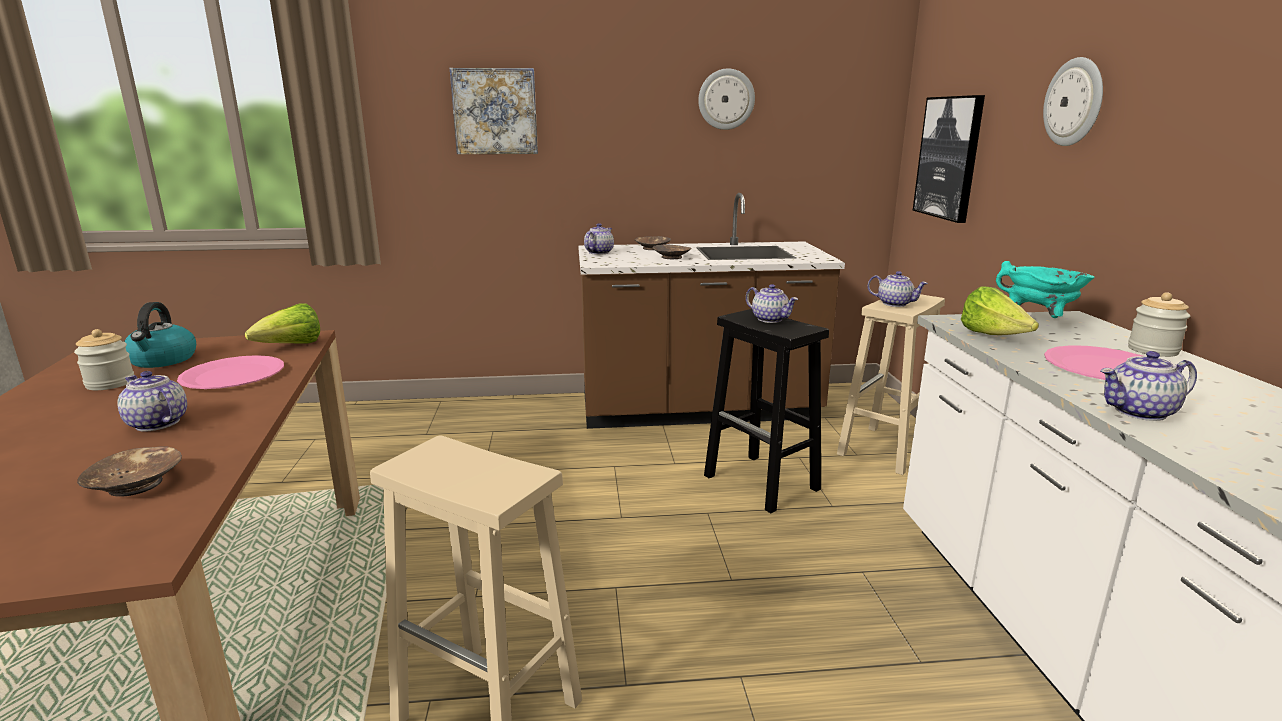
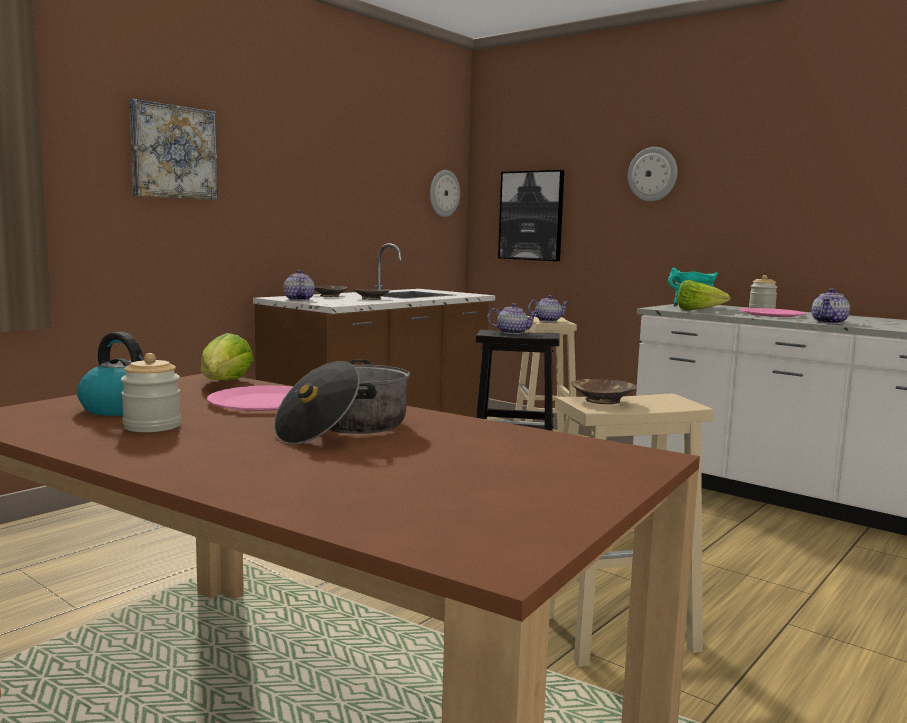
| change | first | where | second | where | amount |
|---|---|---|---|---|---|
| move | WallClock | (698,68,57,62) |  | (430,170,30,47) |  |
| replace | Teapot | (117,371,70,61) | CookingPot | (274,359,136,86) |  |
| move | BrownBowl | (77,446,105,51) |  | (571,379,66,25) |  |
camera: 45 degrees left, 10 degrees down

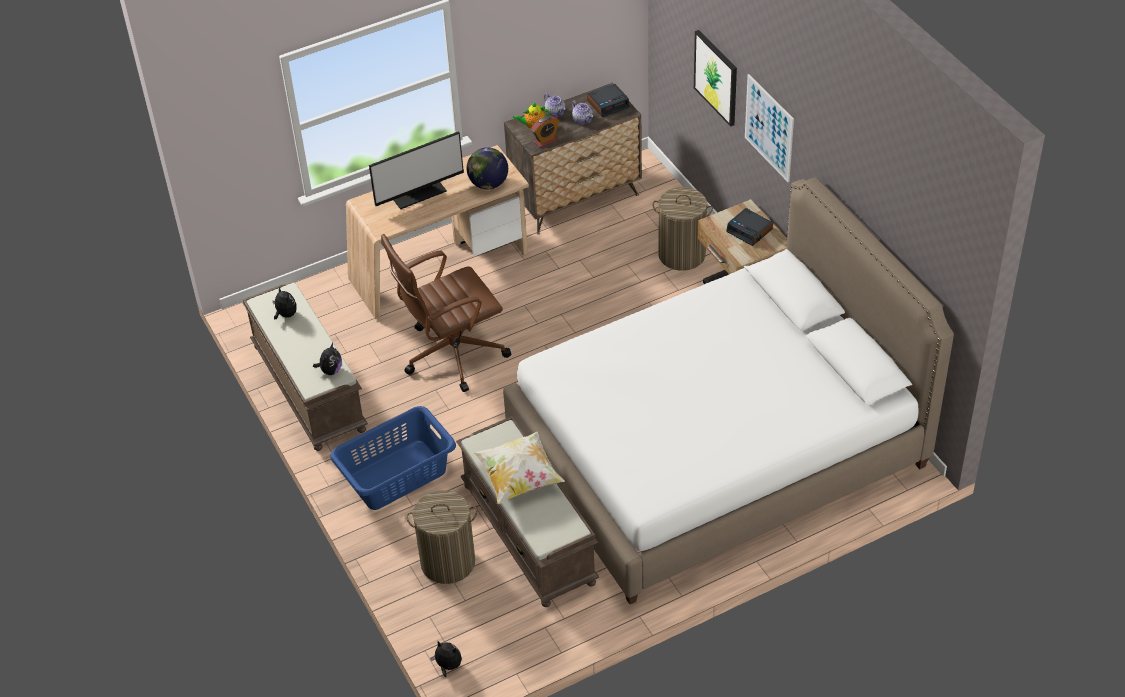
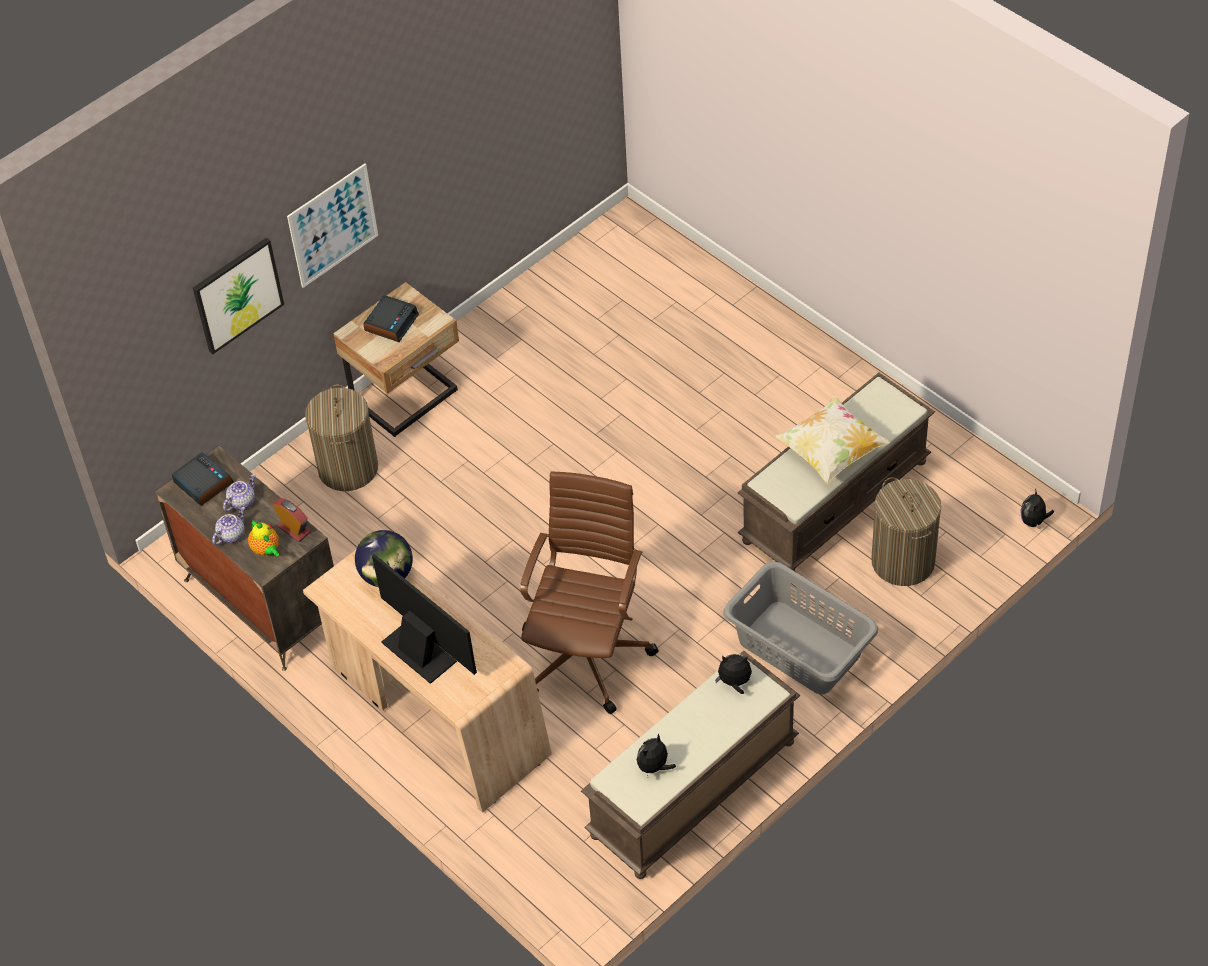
| change | first | where | second | where | amount |
|---|---|---|---|---|---|
| delete | WhiteBed | (503,177,451,428) |  |  |  |
| rotate | BrownOfficeChair | (381,234,130,158) |  | (520,471,139,243) | 120 degrees counterclockwise |
| recolor | BlueLaundryBasket | (330,406,126,104) | GreyLaundryBasket | (723,561,155,134) |  |
camera: 105 degrees left, 5 degrees up

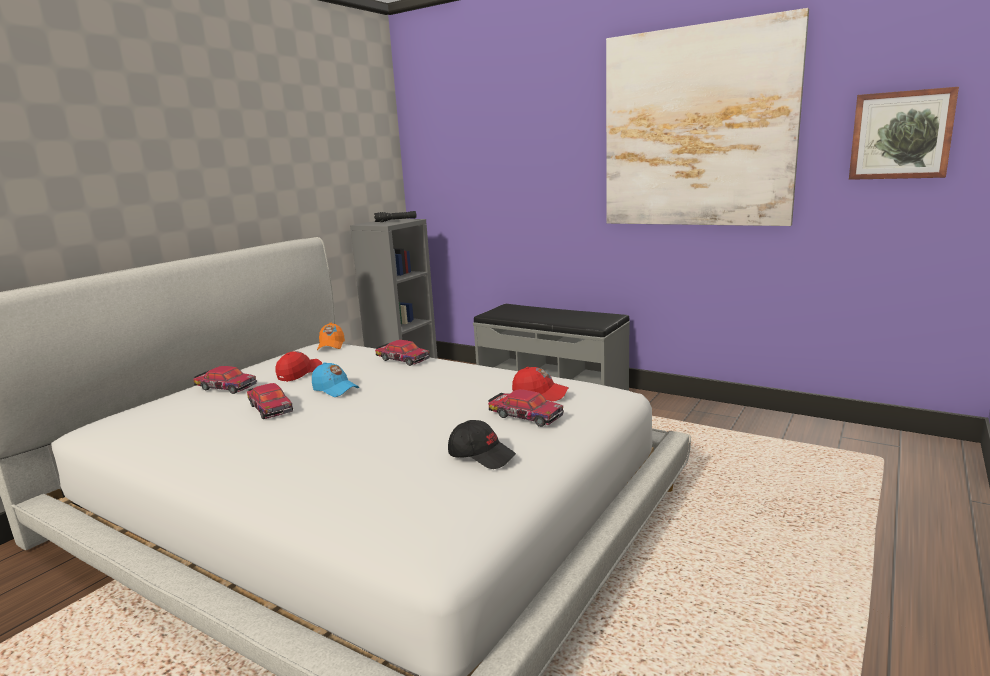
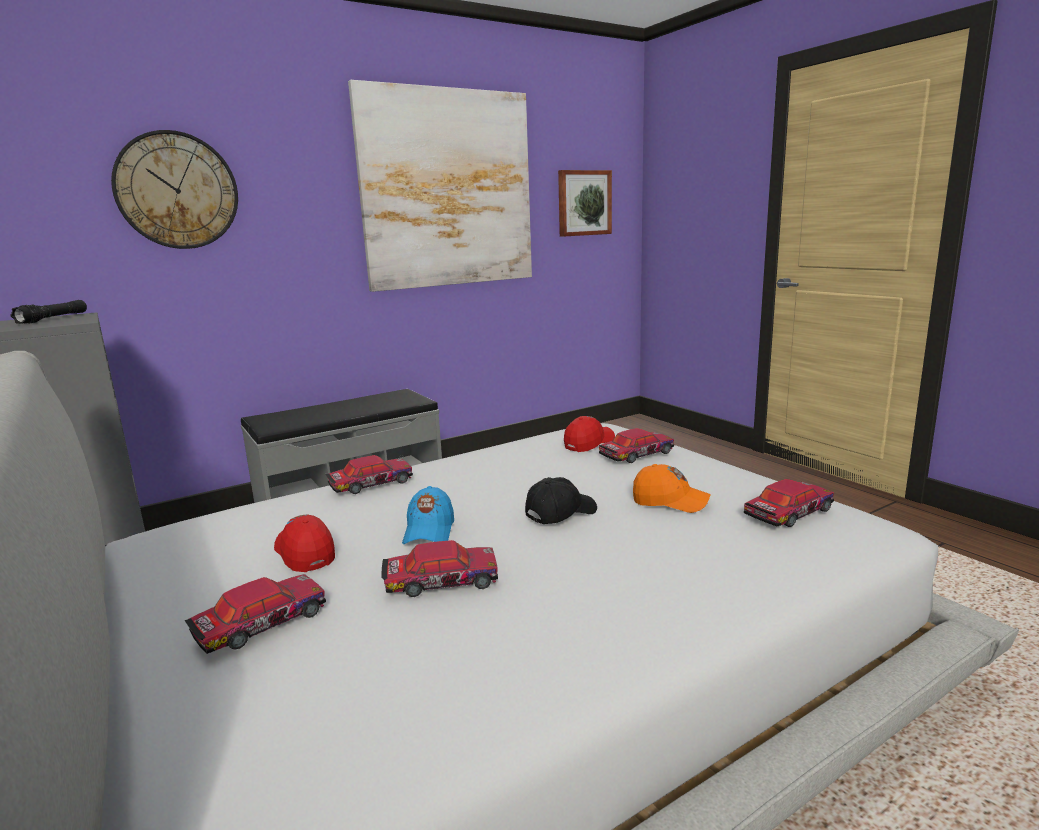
| change | first | where | second | where | amount |
|---|---|---|---|---|---|
| move | OrangeCap | (317,323,28,27) |  | (633,464,78,49) |  |
| rotate | BlueCap | (312,362,47,35) |  | (402,486,52,58) | 120 degrees clockwise |
| move | BlackCap | (448,420,68,49) |  | (525,477,72,47) |  |
| insert |  |  | WallClock | (111,130,127,119) |  |
| insert |  |  | ToyCar | (744,479,90,48) |  |
camera: 65 degrees left, 0 degrees up

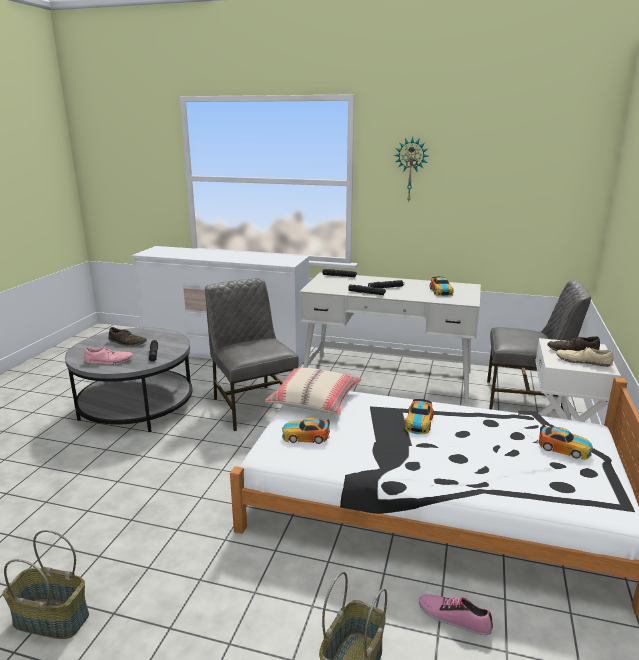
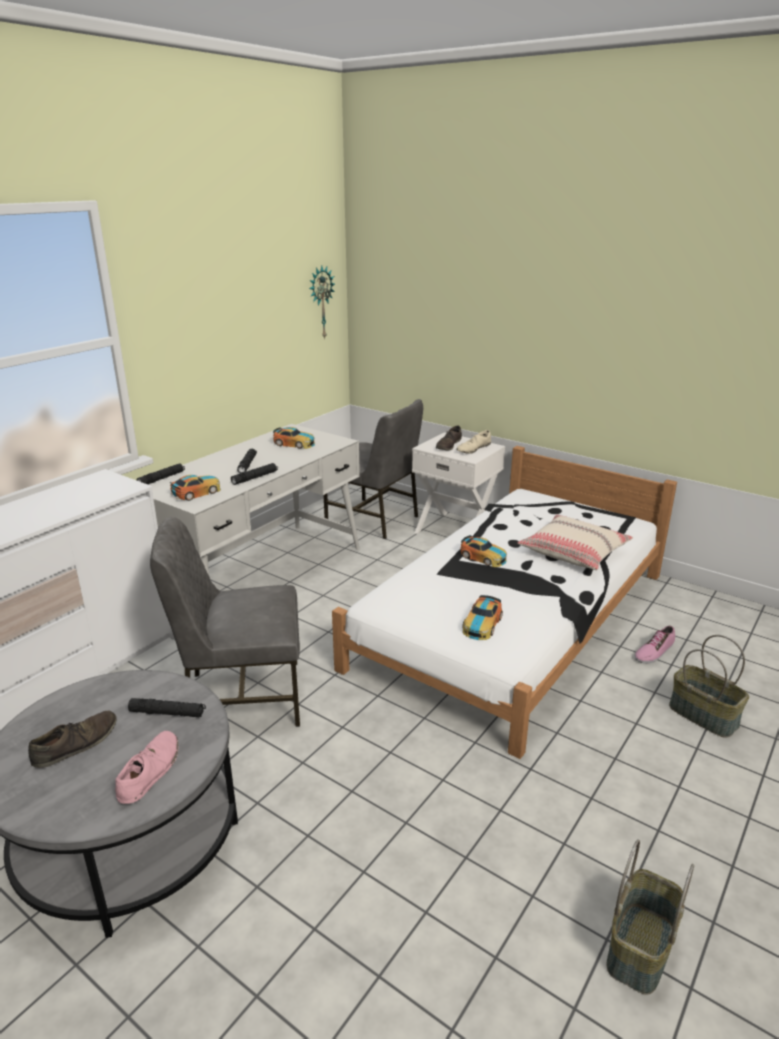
| change | first | where | second | where | amount |
|---|---|---|---|---|---|
| move | WallClock | (394,137,35,64) |  | (309,266,26,74) |  |
| rotate | GreyChair | (487,280,104,131) |  | (324,399,99,140) | 90 degrees clockwise |
| move | BeigePillow | (265,368,97,47) |  | (518,515,115,55) |  |
| move | ToyCar | (537,425,56,35) |  | (170,475,51,26) |  |
camera: 70 degrees left, 5 degrees up

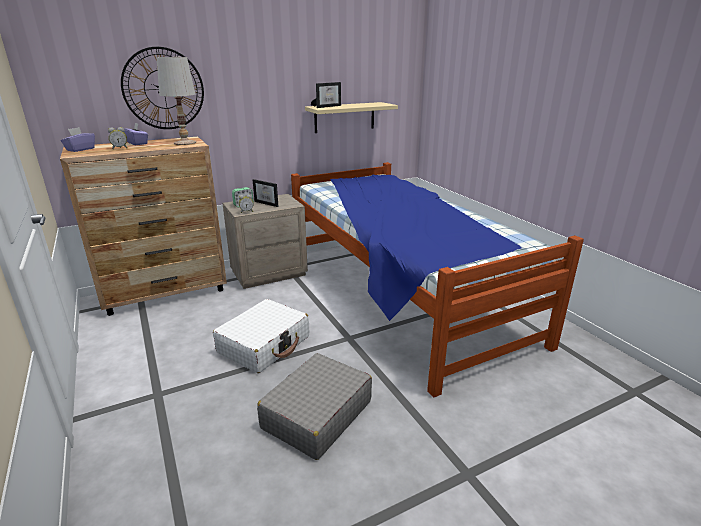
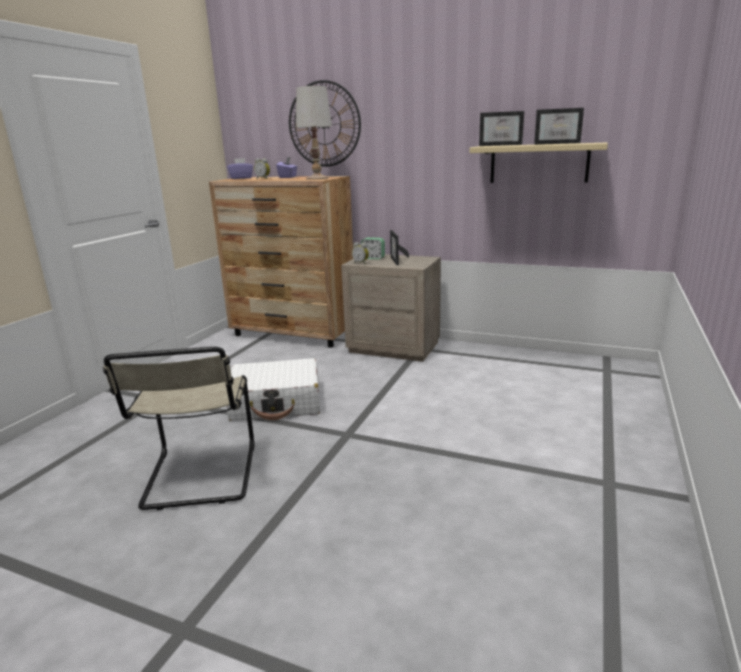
| change | first | where | second | where | amount |
|---|---|---|---|---|---|
| delete | Bed | (291,162,293,236) |  |  |  |
| replace | GreySuitcase | (257,353,115,107) | BeigeChair | (103,347,152,163) |  |
| insert |  |  | PictureFrame | (534,108,50,37) |  |
camera: 50 degrees right, 5 degrees down

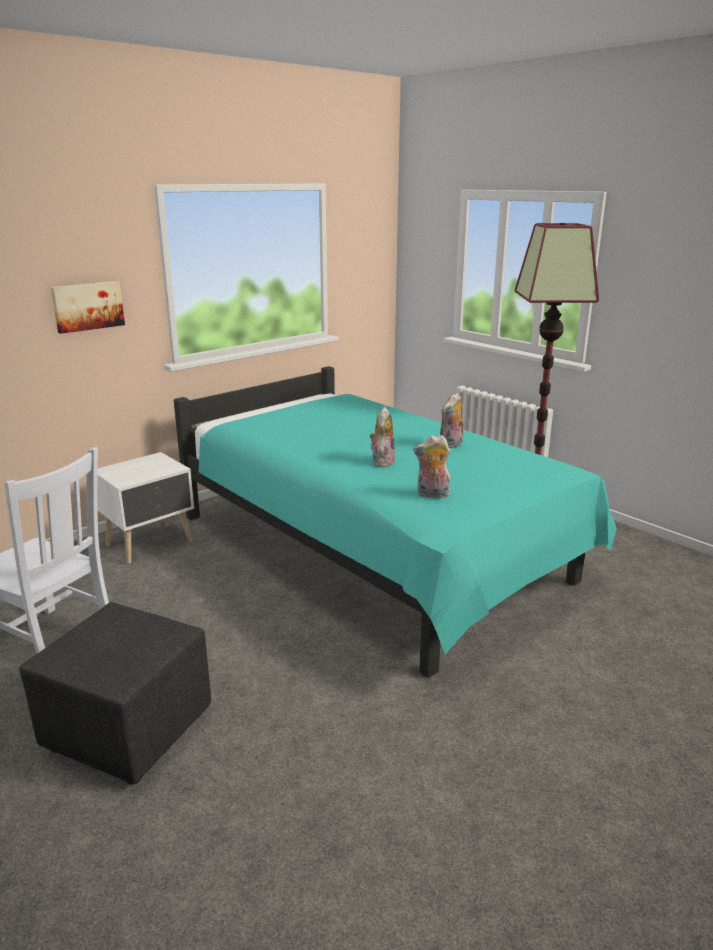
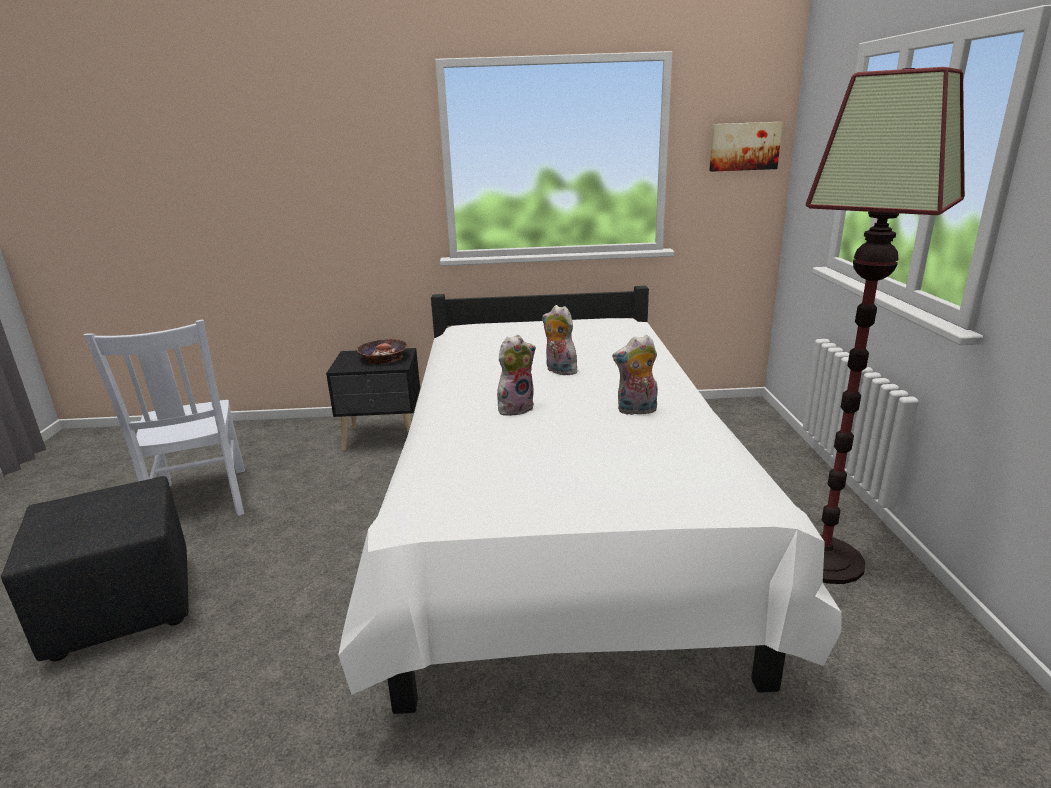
| change | first | where | second | where | amount |
|---|---|---|---|---|---|
| move | Picture | (51,281,74,53) |  | (709,122,74,50) |  |
| recolor | TurquoiseBed | (174,366,443,312) | WhiteBed | (338,286,504,428) |  |
| move | PlushToy | (413,435,37,65) |  | (542,305,35,70) |  |
| recolor | WhiteNightstand | (97,452,97,112) | BlackNightstand | (326,348,94,103) |  |
| insert |  |  | Bowl | (356,339,52,25) |  |
camera: 40 degrees right, 0 degrees up

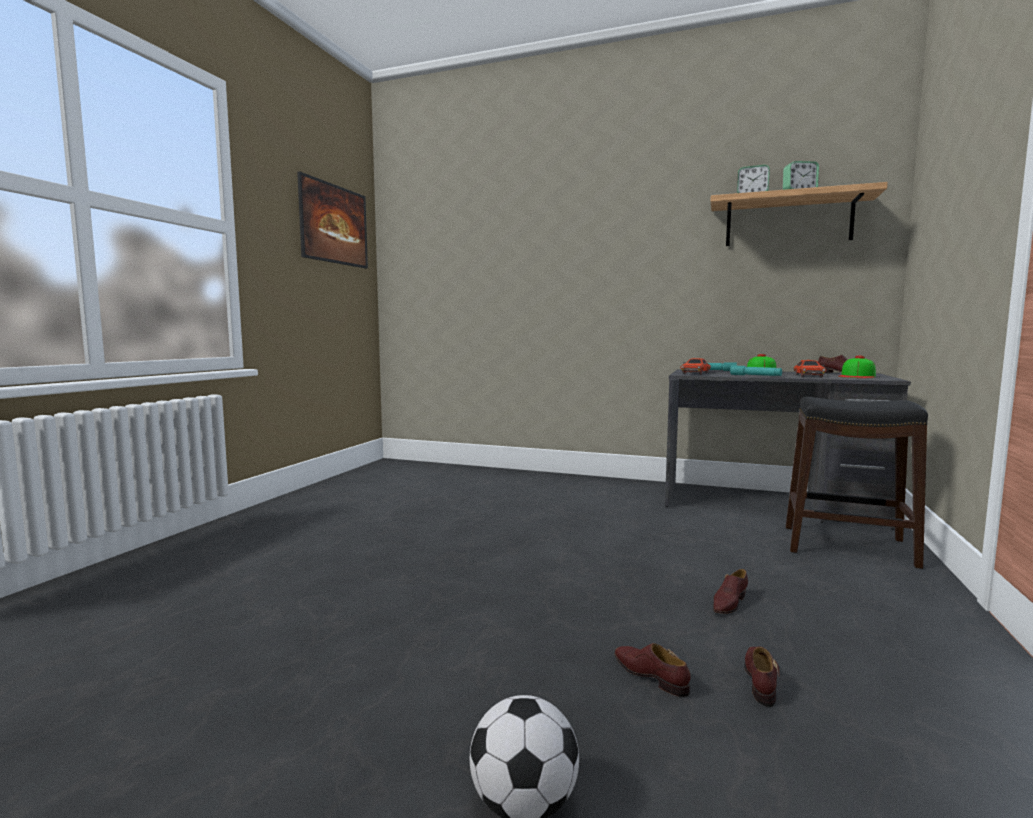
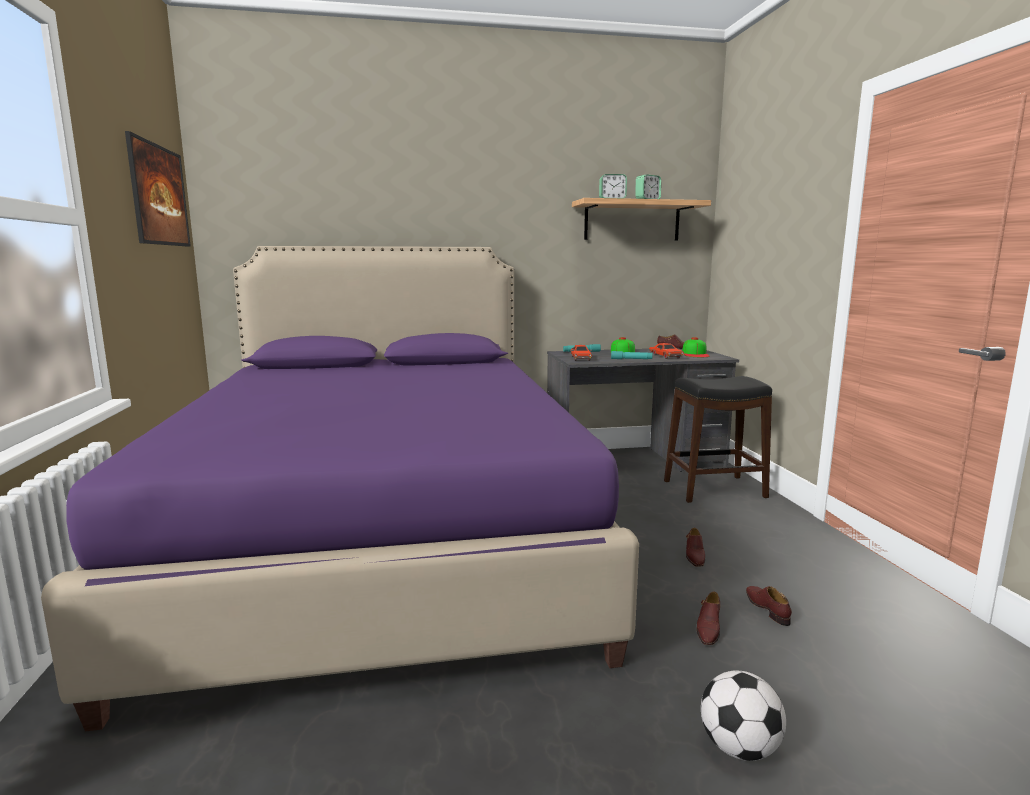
| change | first | where | second | where | amount |
|---|---|---|---|---|---|
| rotate | BrownShoe | (614,643,77,54) |  | (697,592,23,53) | 90 degrees counterclockwise |
| insert |  |  | PurpleBed | (41,246,598,485) |  |
camera: 30 degrees left, 5 degrees up

